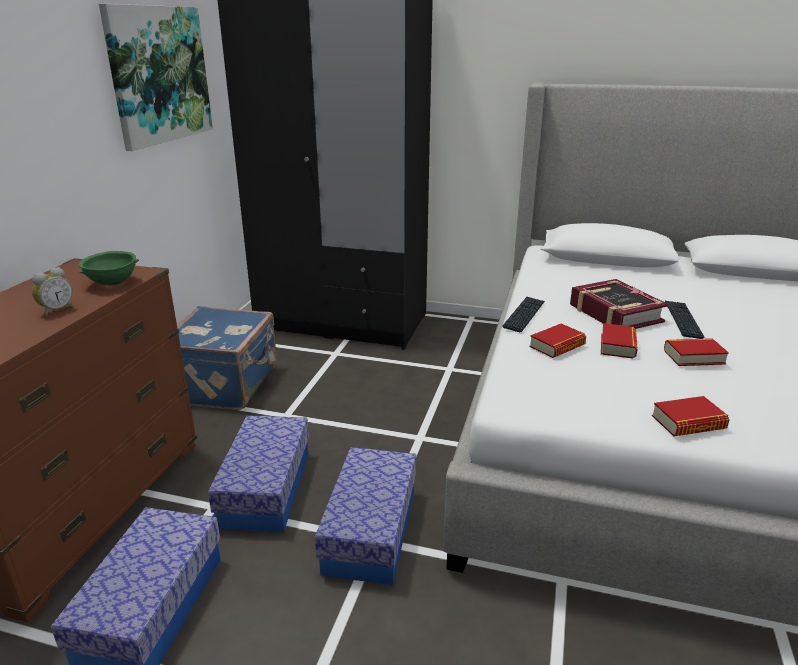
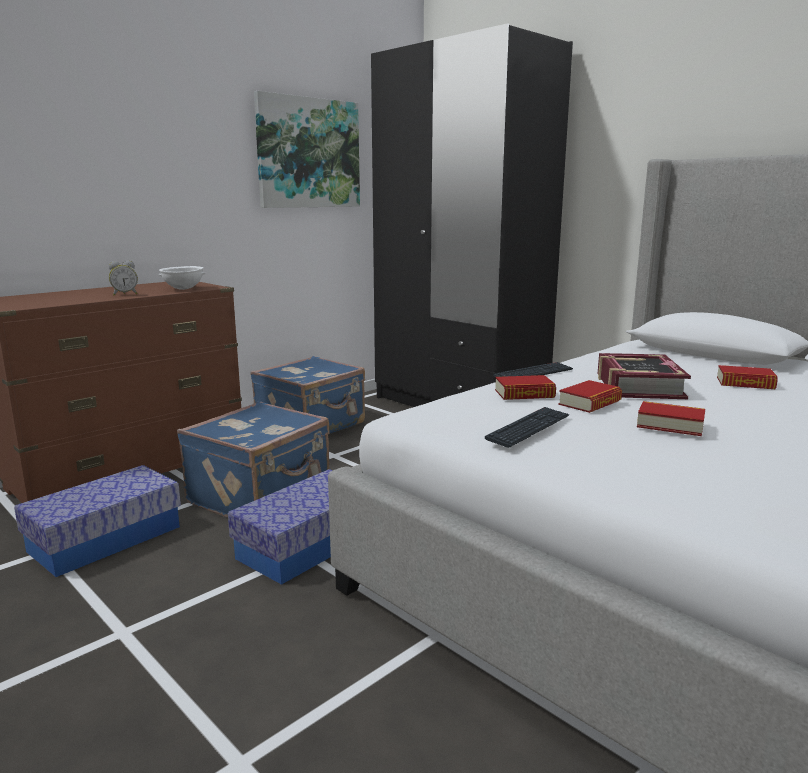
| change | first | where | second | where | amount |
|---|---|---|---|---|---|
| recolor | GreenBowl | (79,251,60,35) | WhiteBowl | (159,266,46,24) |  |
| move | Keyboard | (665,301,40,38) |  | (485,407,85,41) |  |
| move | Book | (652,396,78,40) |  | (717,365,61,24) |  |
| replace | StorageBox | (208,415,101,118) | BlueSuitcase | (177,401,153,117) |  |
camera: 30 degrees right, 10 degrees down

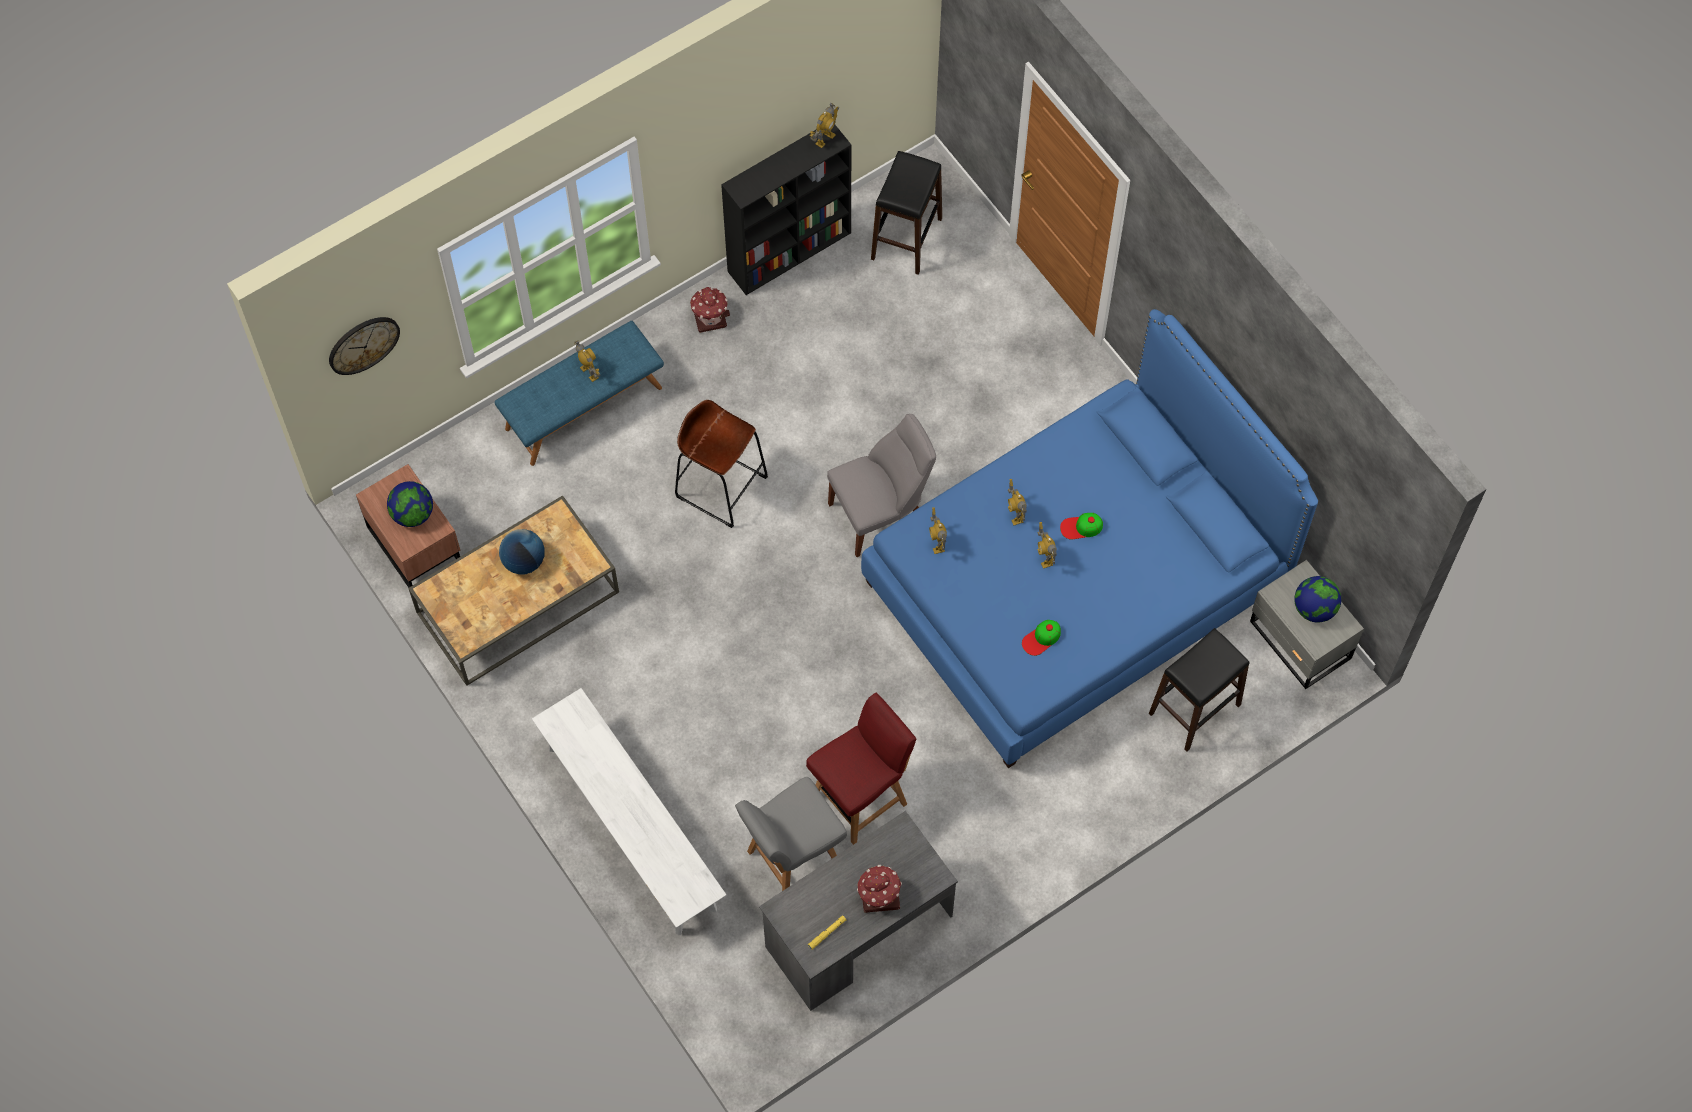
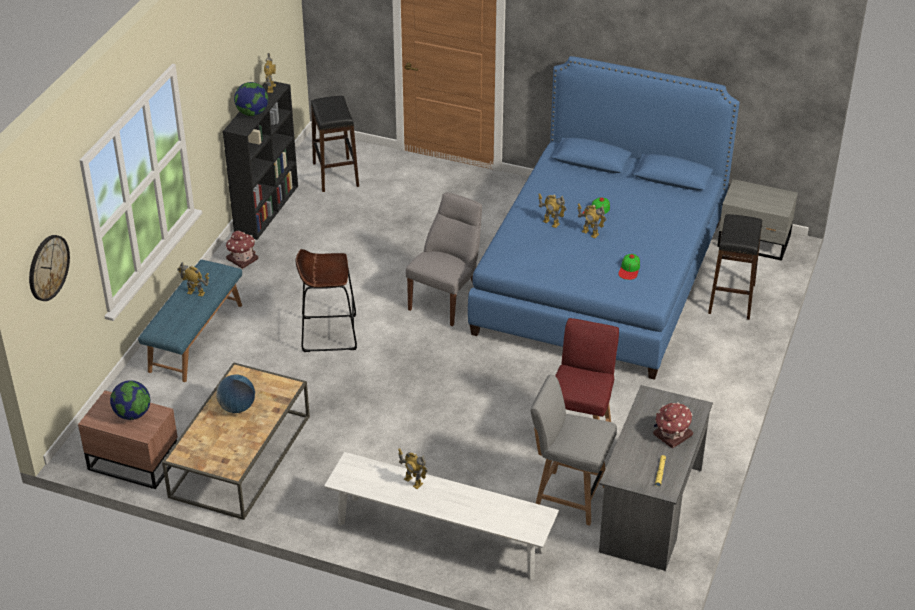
| change | first | where | second | where | amount |
|---|---|---|---|---|---|
| move | ToyRobot | (929,507,18,47) |  | (398,448,30,41) |  |
| move | Globe | (1294,576,47,47) |  | (234,82,34,34) |  |
| rotate | GreyChair | (735,777,112,114) |  | (530,374,87,152) | 90 degrees clockwise |
camera: 35 degrees left, 25 degrees down

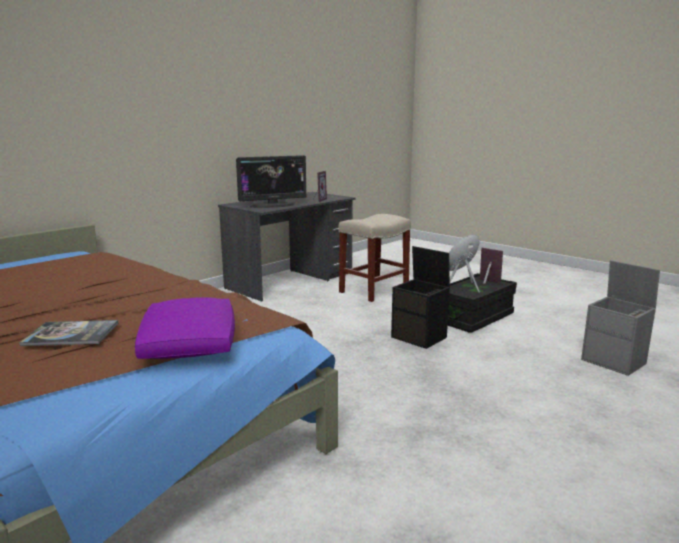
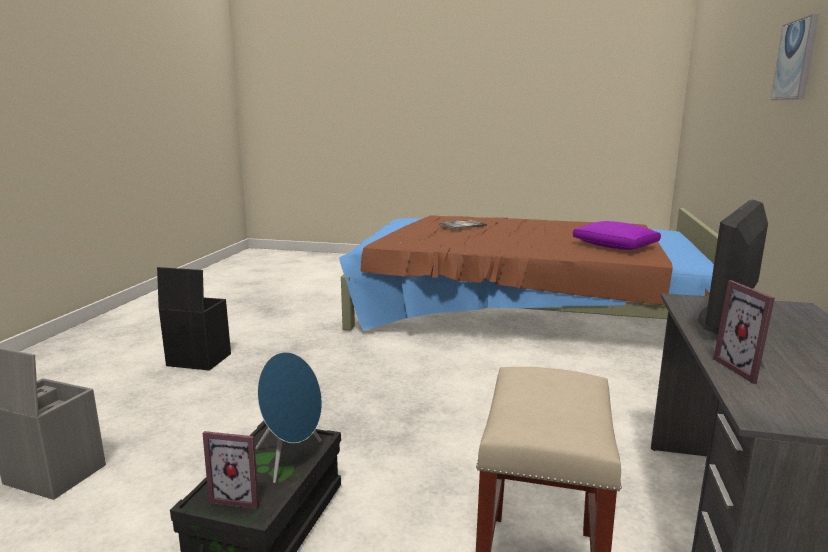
| change | first | where | second | where | amount |
|---|---|---|---|---|---|
| move | BlackStorageBox | (391,246,59,103) |  | (157,267,74,104) |  |
| move | PurplePillow | (135,297,100,62) |  | (573,221,88,29) |  |
| insert |  |  | Picture | (771,13,48,87) |  |
camera: 150 degrees right, 0 degrees up

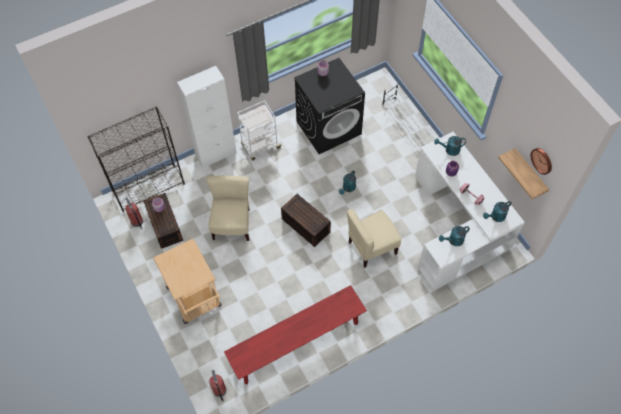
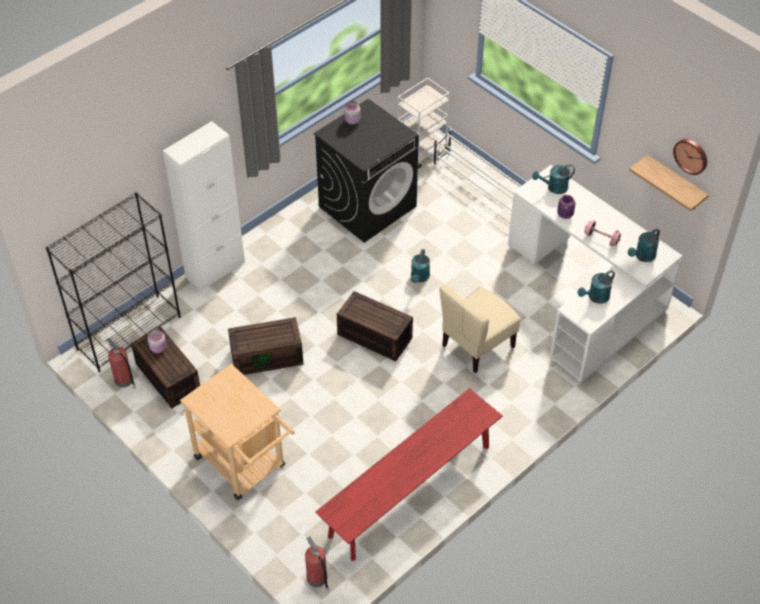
| change | first | where | second | where | amount |
|---|---|---|---|---|---|
| move | WhiteCart | (237,100,45,60) |  | (397,77,55,91) |  |
| replace | BeigeChair | (207,176,42,65) | BrownStorageBox | (228,317,76,58) |  |
camera: 15 degrees left, 10 degrees down

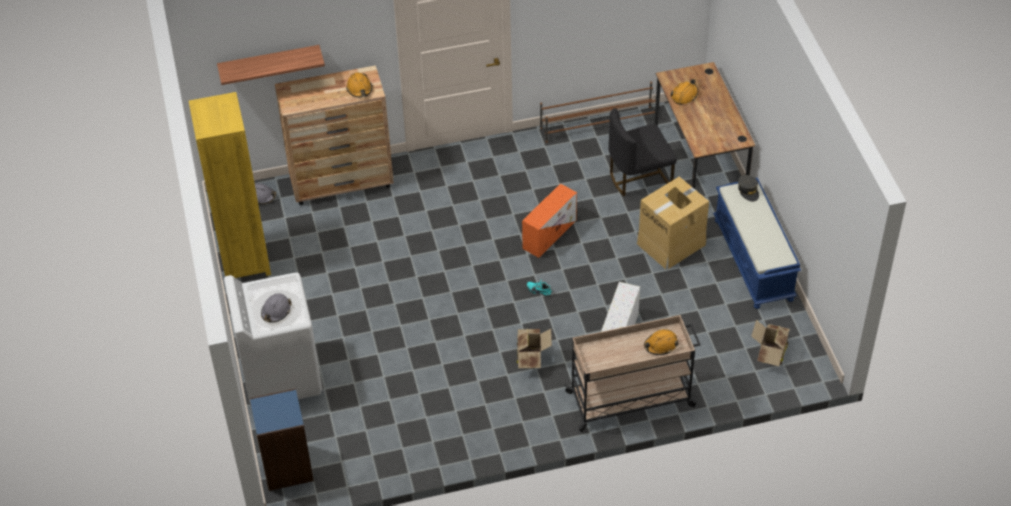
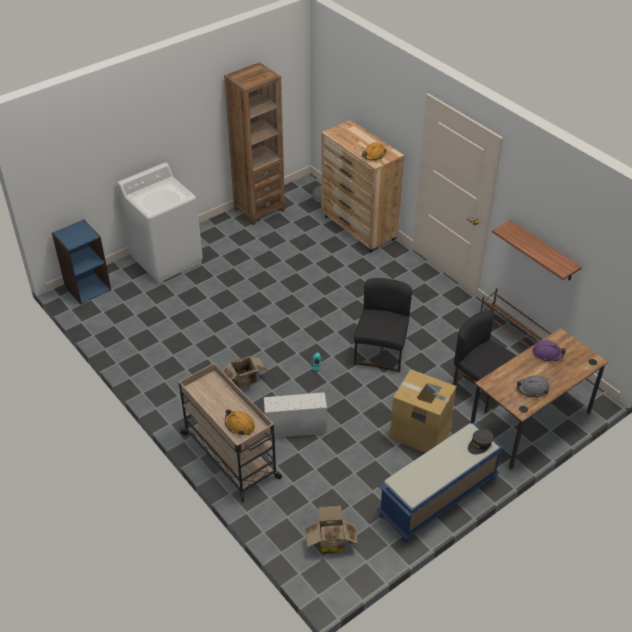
| change | first | where | second | where | amount |
|---|---|---|---|---|---|
| move | Shelf | (217,45,108,40) |  | (492,220,90,61) |  |
| recolor | OrangeHardHat | (671,79,27,26) | PurpleHardHat | (532,340,34,21) |  |
| recolor | YellowBookcase | (189,92,82,186) | BrownBookcase | (224,62,61,163) |  |
| replace | OrangeStorageBox | (522,183,55,75) | BlackChair | (354,278,58,94) |  |
| move | GreyHardHat | (261,294,31,29) |  | (517,375,32,23) |  |
camera: 65 degrees right, 5 degrees down

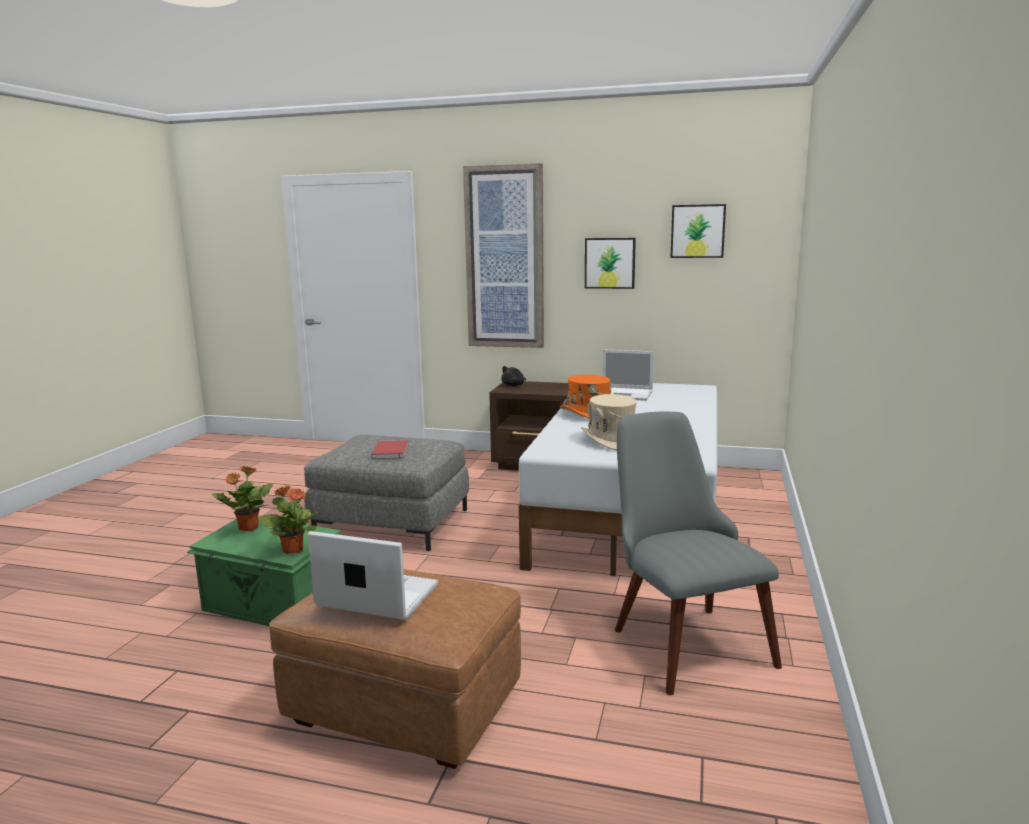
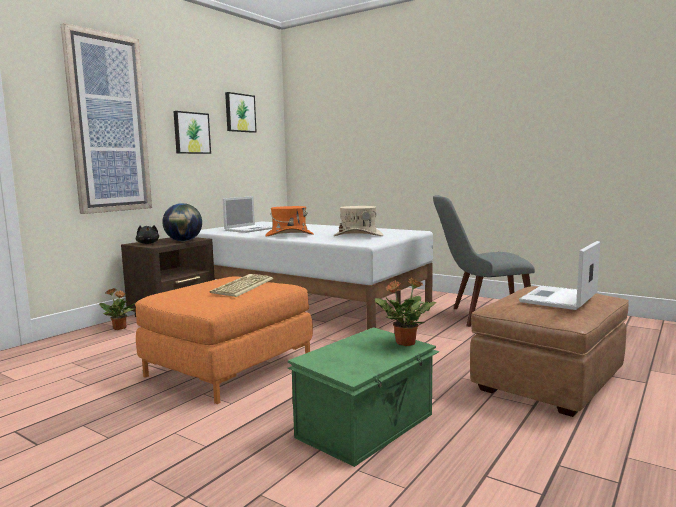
| change | first | where | second | where | amount |
|---|---|---|---|---|---|
| recolor | GreyOttoman | (304,435,165,116) | OrangeOttoman | (135,276,178,128) |  |
| replace | RedBook | (371,440,38,19) | Keyboard | (209,274,64,23) |  |
| move | PottedPlant | (212,466,61,65) |  | (99,288,36,42) |  |
| insert |  |  | Globe | (162,203,40,38) |  |
camera: 70 degrees left, 5 degrees down

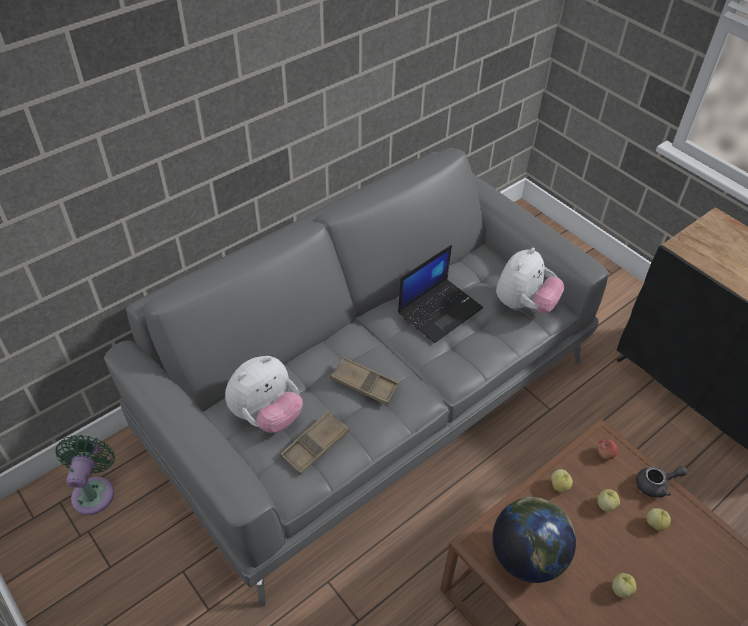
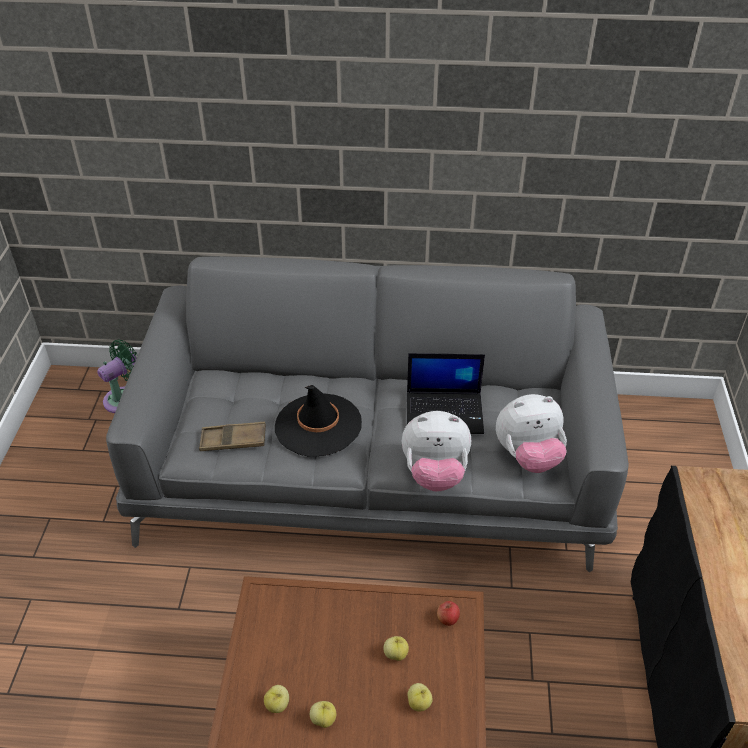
| change | first | where | second | where | amount |
|---|---|---|---|---|---|
| move | PlushToy | (225,356,78,77) |  | (402,411,69,81) |  |
| replace | BrownTray | (330,357,69,48) | BlackHat | (275,385,87,71) |  |
| delete | GreyTeapot | (636,466,51,32) |  |  |  |
| move | Apple | (551,469,22,23) |  | (264,685,25,28) |  |
| delete | Globe | (492,497,84,86) |  |  |  |
camera: 45 degrees right, 5 degrees down

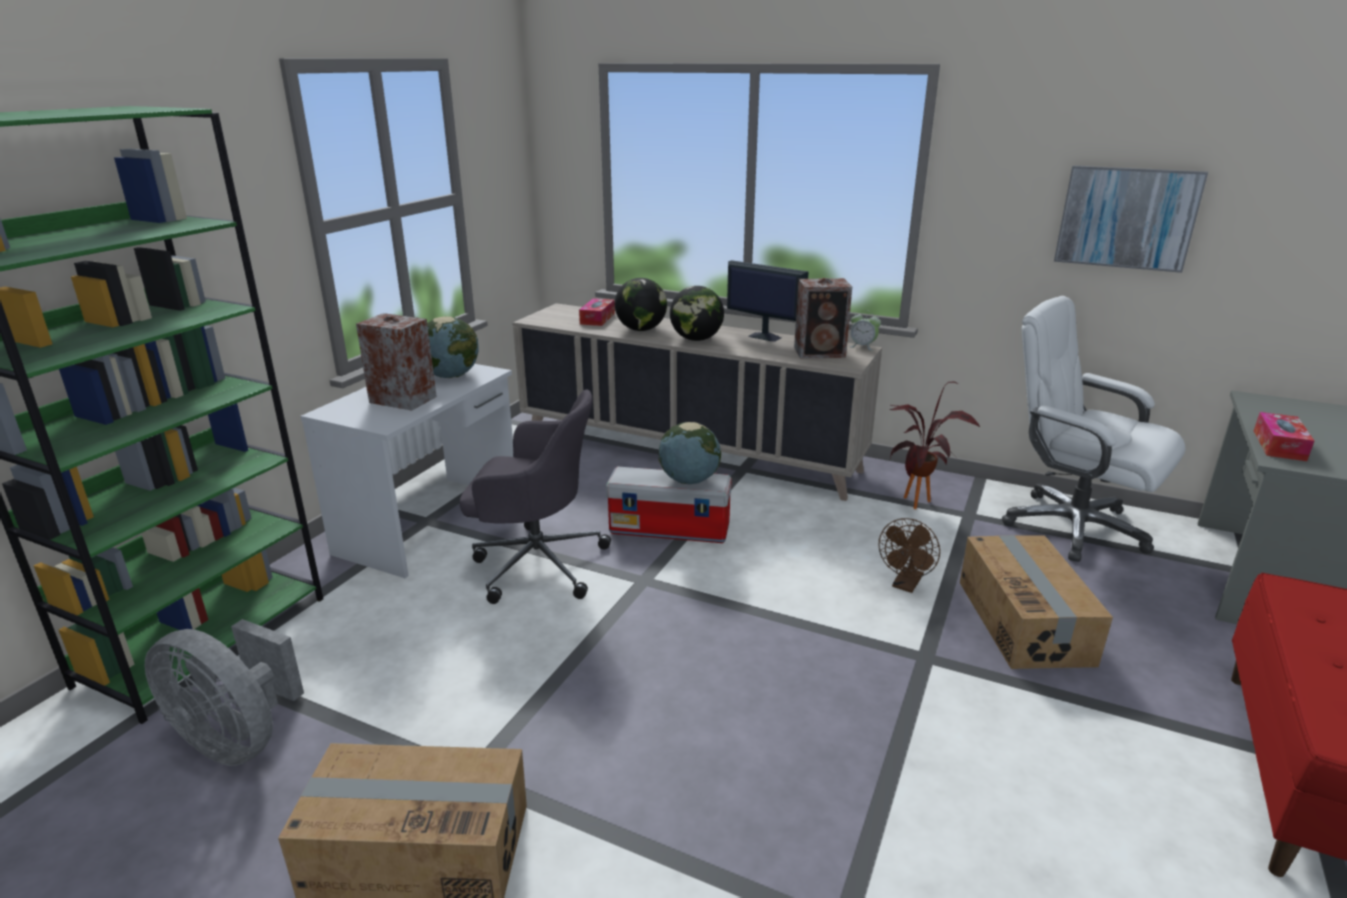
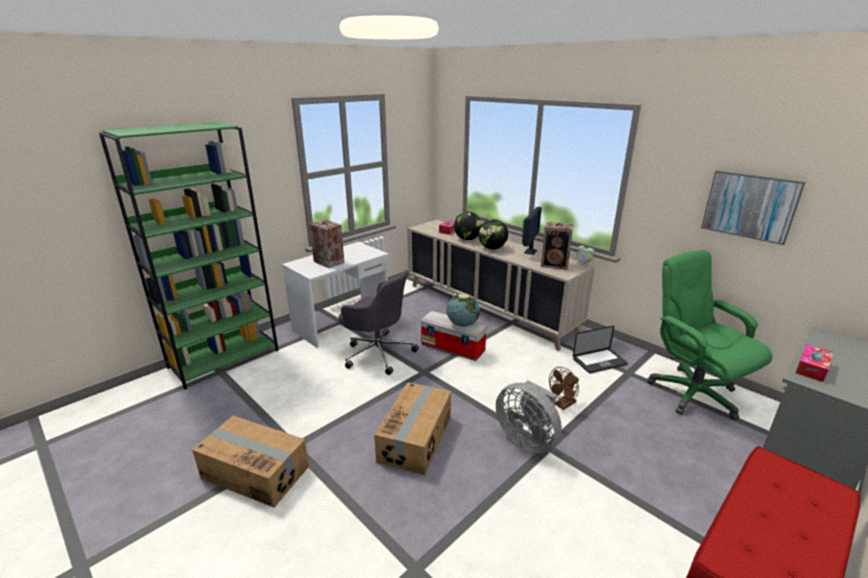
| change | first | where | second | where | amount |
|---|---|---|---|---|---|
| rotate | Monitor | (727,260,82,82) |  | (522,207,20,48) | 60 degrees clockwise |
| recolor | WhiteOfficeChair | (1002,296,184,266) | GreenOfficeChair | (647,250,125,170) |  |
| delete | Globe | (427,316,52,62) |  |  |  |
| replace | PottedPlant | (889,381,91,128) | Laptop | (573,326,55,47) |  |
| move | CardboardBox | (960,535,153,134) |  | (374,382,77,93) |  |
| move | GreyFan | (145,619,159,147) |  | (496,380,66,73) |  |
camera: 20 degrees right, 0 degrees up

